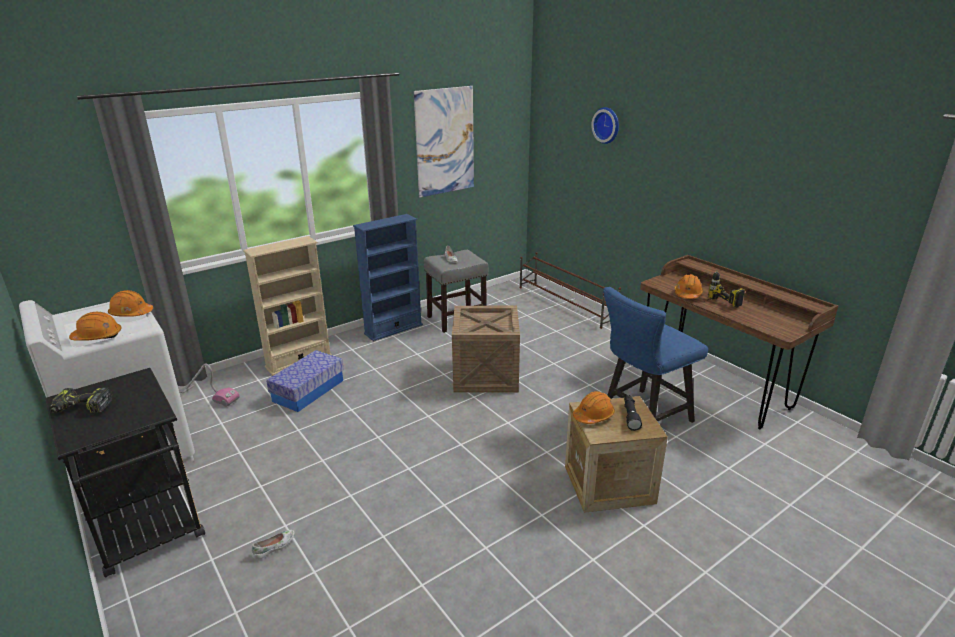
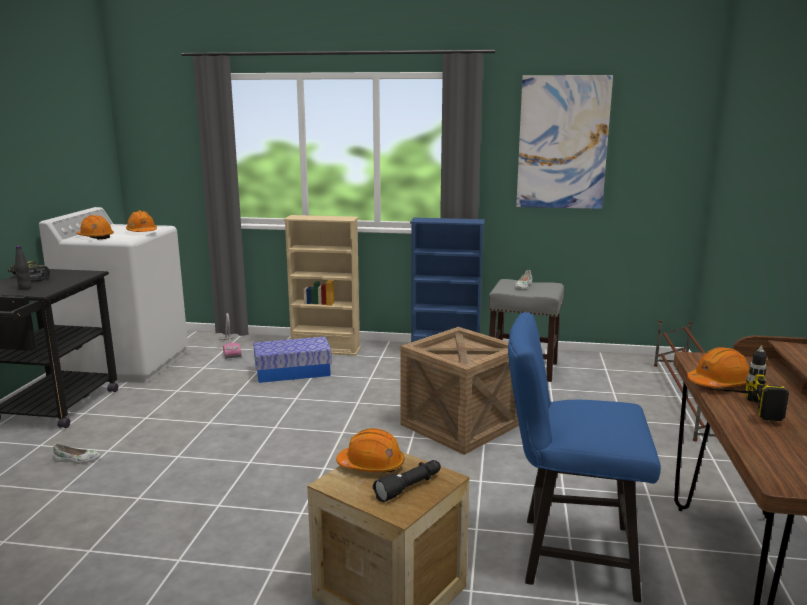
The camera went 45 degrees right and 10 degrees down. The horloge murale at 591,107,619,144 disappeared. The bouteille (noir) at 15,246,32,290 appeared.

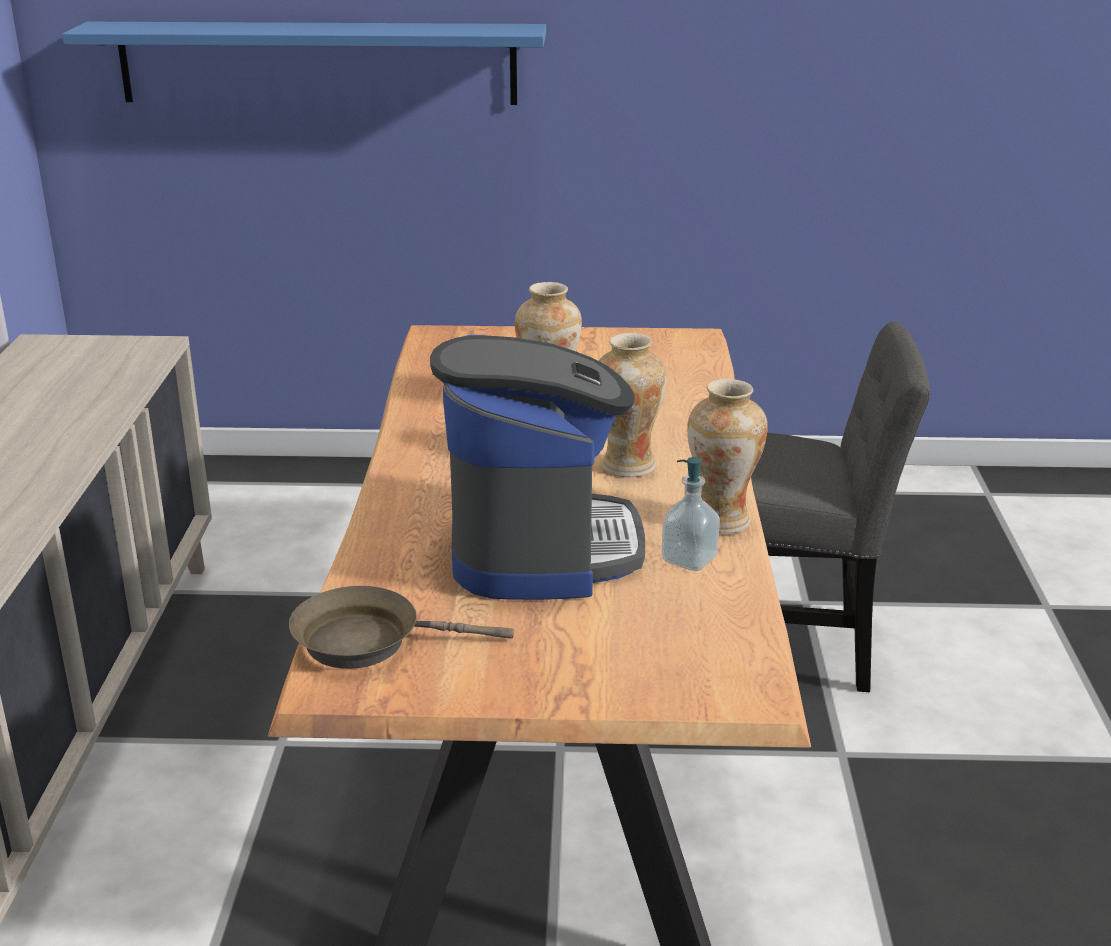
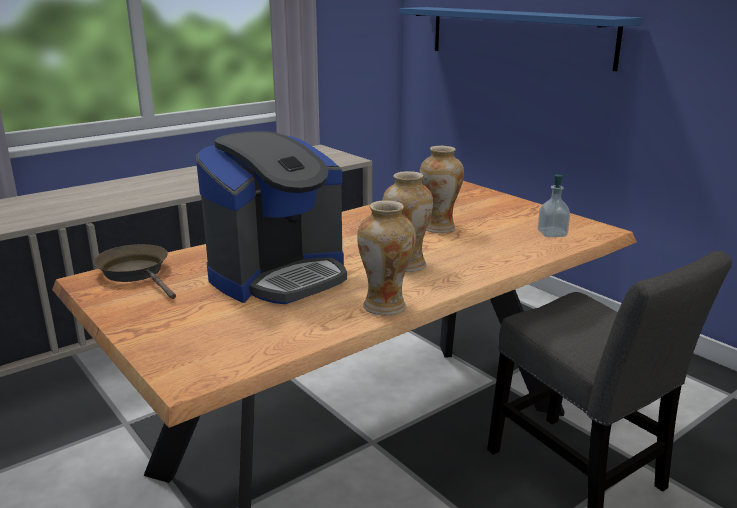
The camera went 50 degrees right and 5 degrees down. The distributeur de savon moved from 662,457,720,571 to 538,174,570,237.

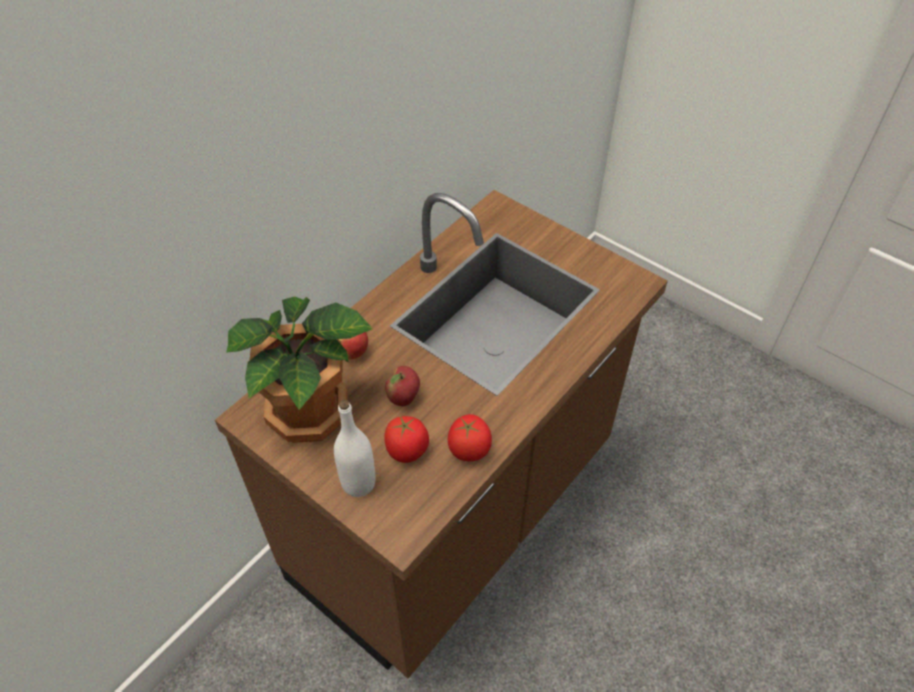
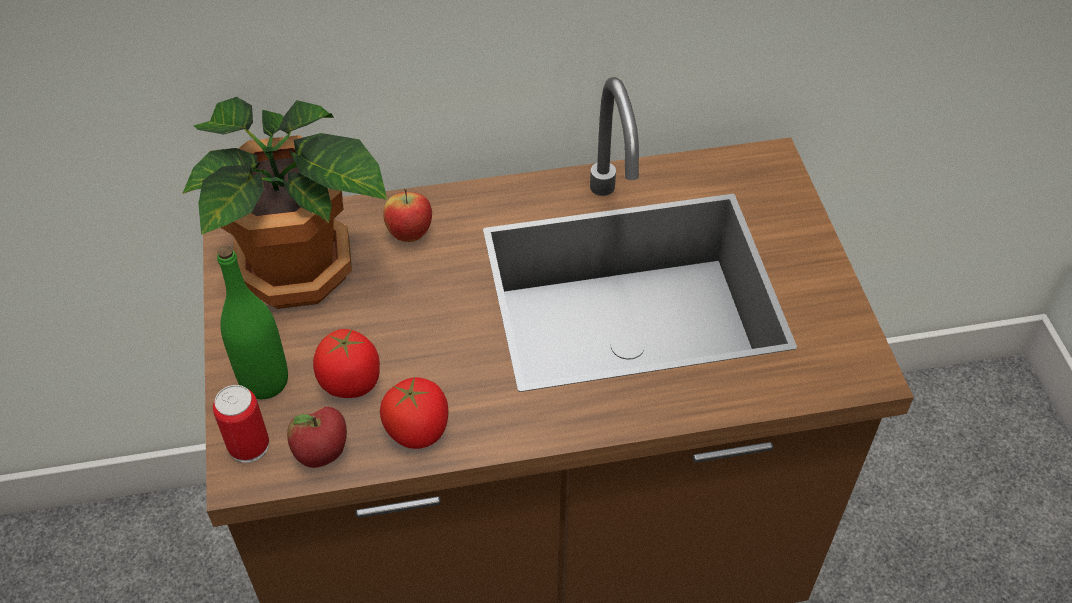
The camera went 40 degrees right and 0 degrees up. The boîte métallique at 213,385,269,463 appeared. The pomme moved from 385,366,420,406 to 287,407,347,468. The bouteille (blanc) at 334,400,376,497 became the bouteille (vert) at 217,246,288,399.

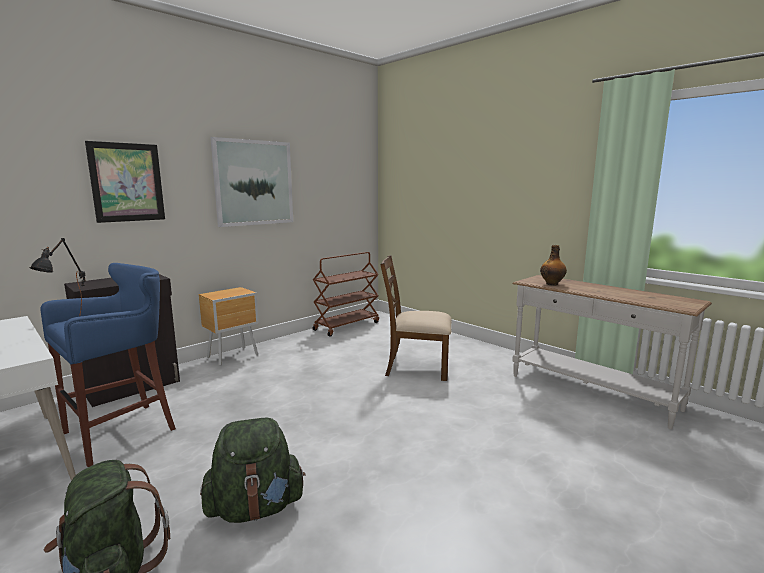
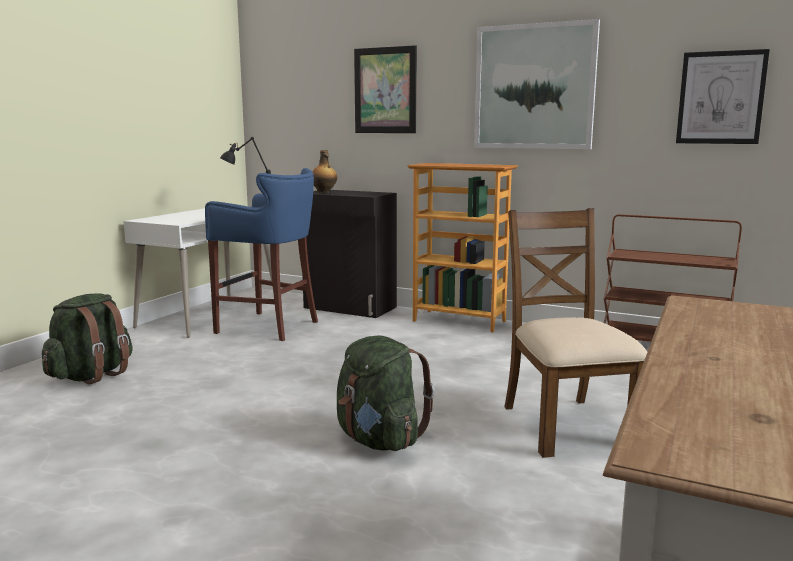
The camera went 70 degrees right and 0 degrees up. The tableau at 676,49,770,144 appeared. The sac à dos (vert) moved from 200,418,306,523 to 337,335,435,451. The bouteille moved from 540,245,567,286 to 313,150,337,193. The table de chevet (marron) at 199,287,259,366 was replaced by the bibliothèque at 407,163,518,332.

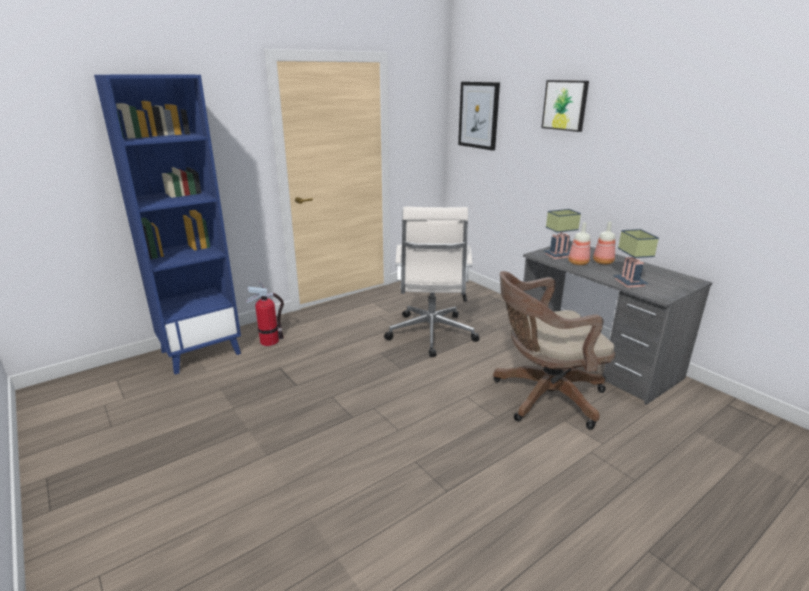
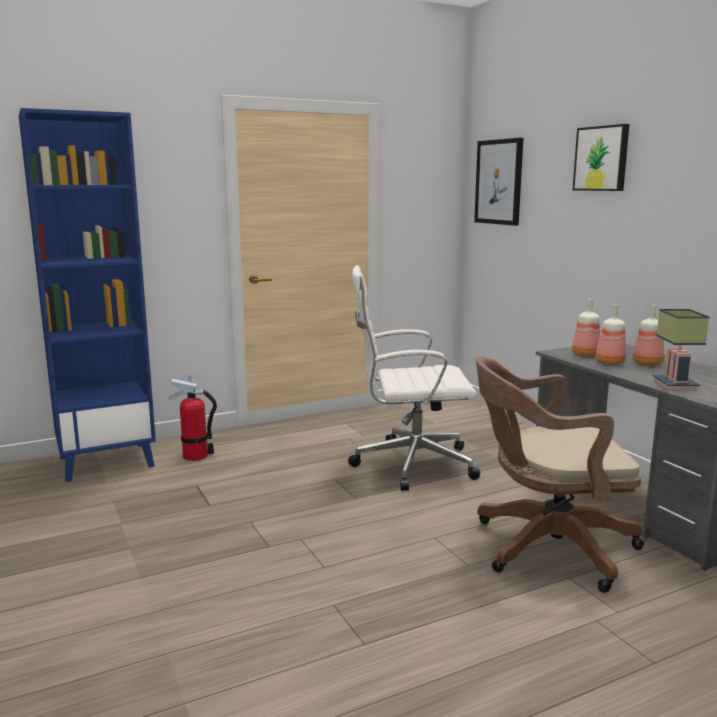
The camera went 10 degrees right and 10 degrees down. The lampe de table at 544,209,581,259 was replaced by the bouteille at 572,298,600,356. The chaise de bureau (blanc) at 384,206,479,357 turned 75 degrees clockwise.

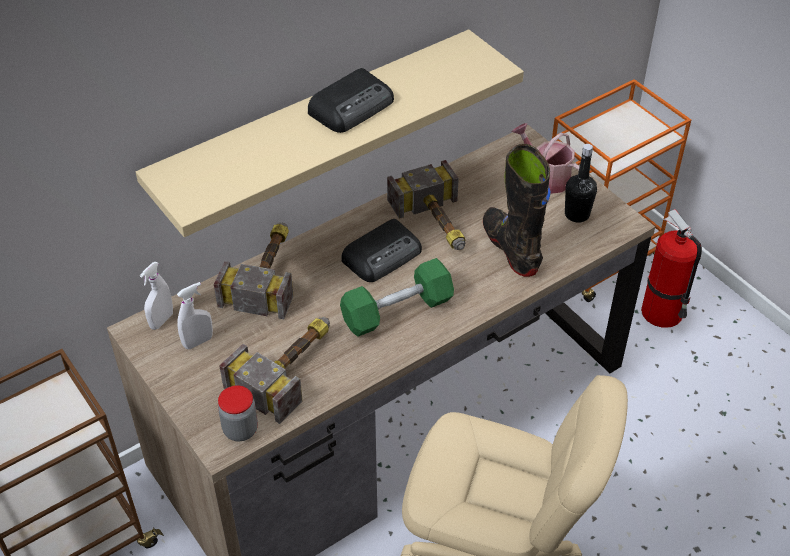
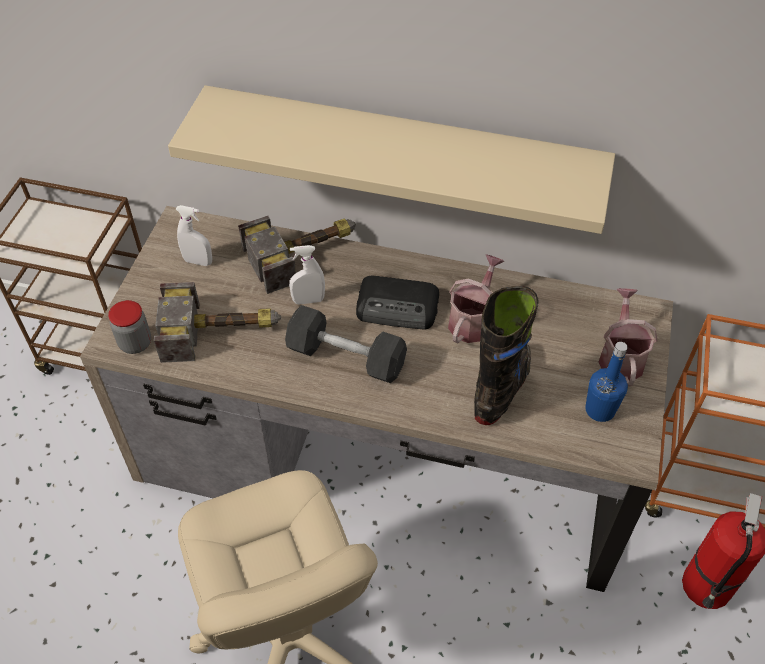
The camera went 50 degrees right and 5 degrees up. The radio at 308,68,394,133 disappeared. The vaporisateur (blanc) moved from 140,262,173,330 to 289,245,325,305. The marteau at 387,160,465,250 was replaced by the arrosoir at 448,255,505,343. The haltère (vert) at 340,258,454,337 became the haltère (gris) at 285,305,407,383. The bouteille (noir) at 565,144,597,223 became the bouteille (bleu) at 585,342,628,422.

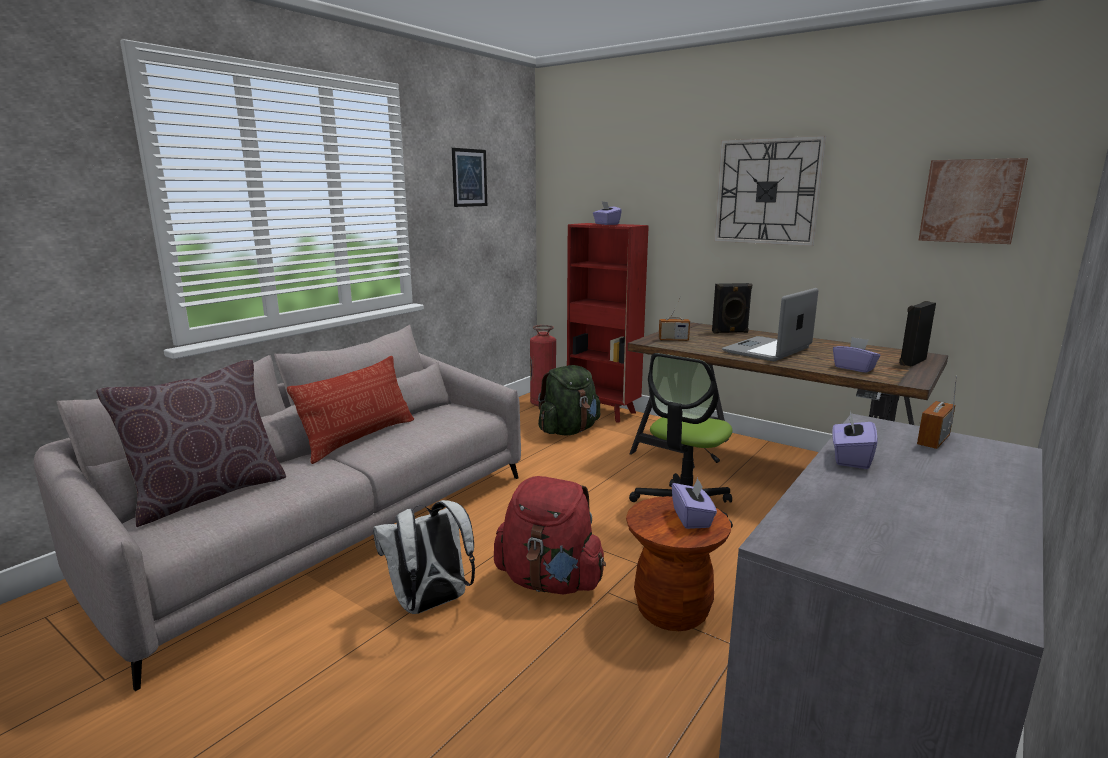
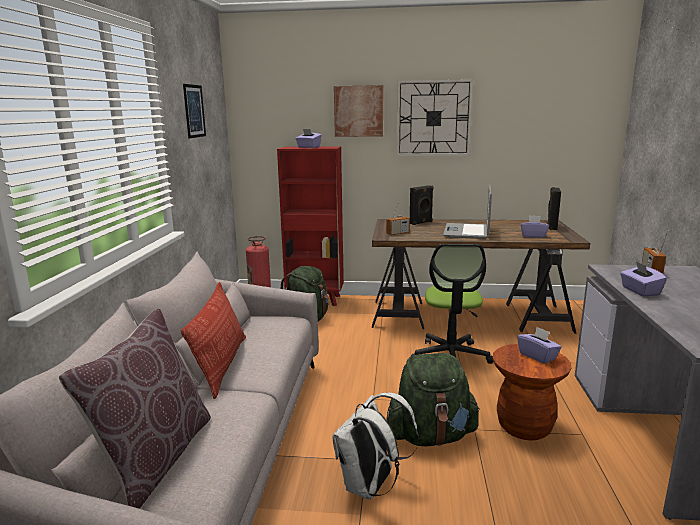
The camera went 30 degrees left and 0 degrees up. The tableau moved from 919,158,1028,244 to 334,85,383,137. The sac à dos (rouge) at 494,476,606,595 became the sac à dos (vert) at 387,353,480,446.

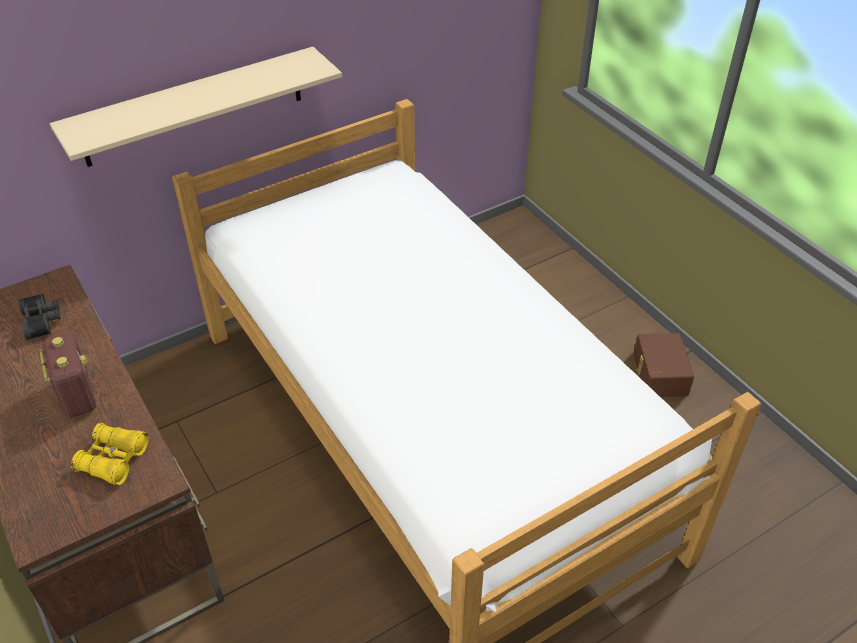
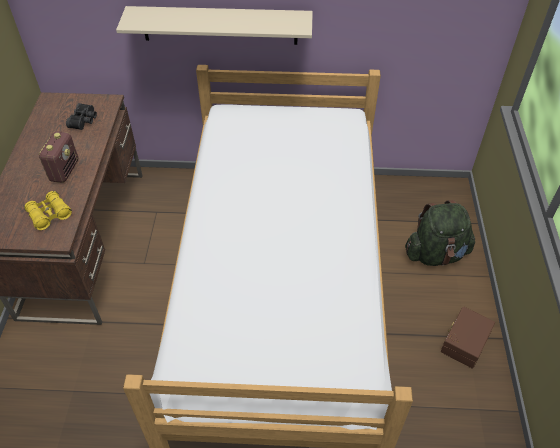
The camera went 35 degrees right and 5 degrees up. The sac à dos (vert) at 405,200,475,266 appeared.

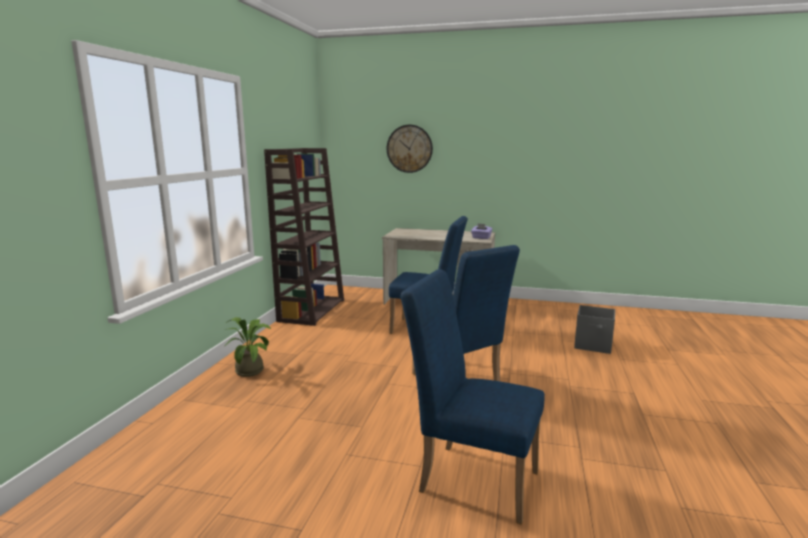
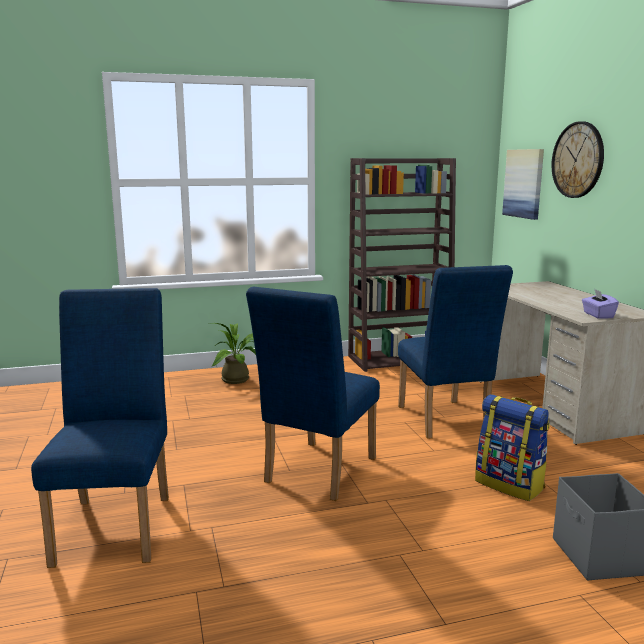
The camera went 60 degrees right and 0 degrees up. The sac à dos at 475,394,550,501 appeared. The tableau at 502,149,544,220 appeared.

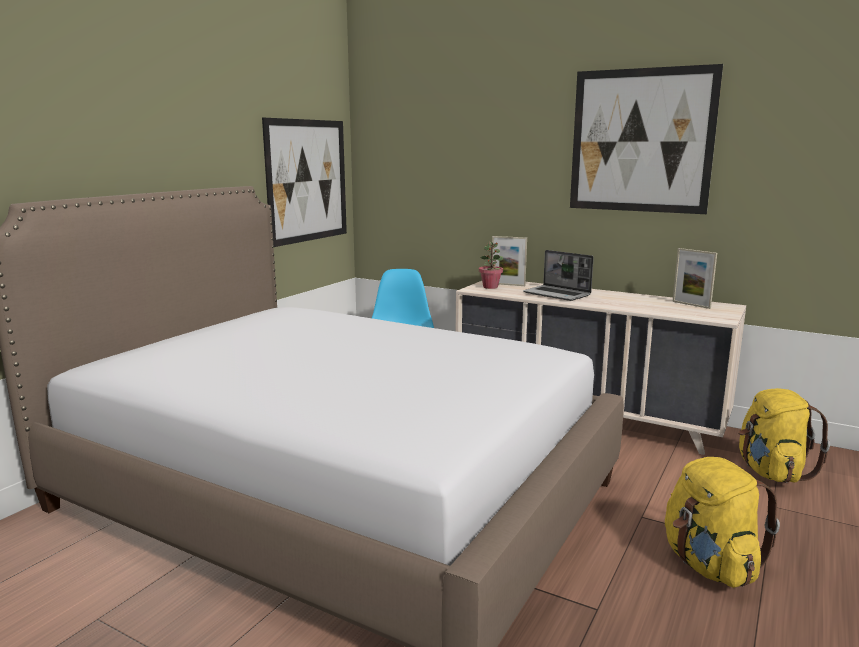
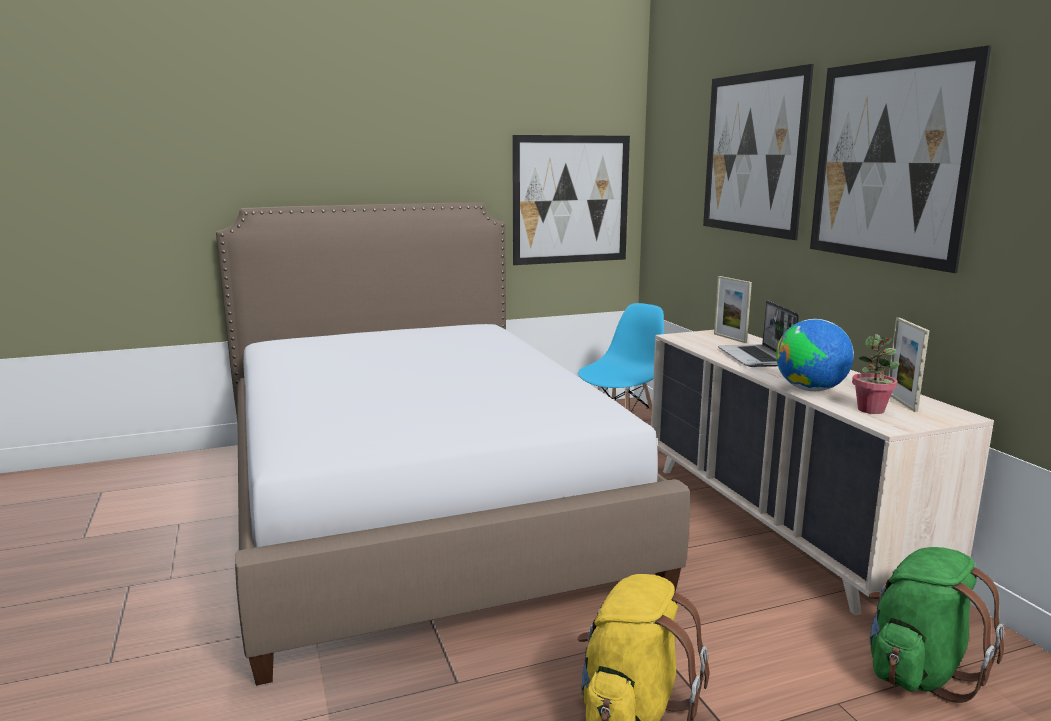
The camera went 40 degrees right and 0 degrees up. The tableau at 703,64,814,240 appeared. The globe at 776,319,854,391 appeared. The plante en pot moved from 479,242,503,289 to 852,334,900,414. The sac à dos (jaune) at 738,388,830,483 became the sac à dos (vert) at 869,547,1004,703.

